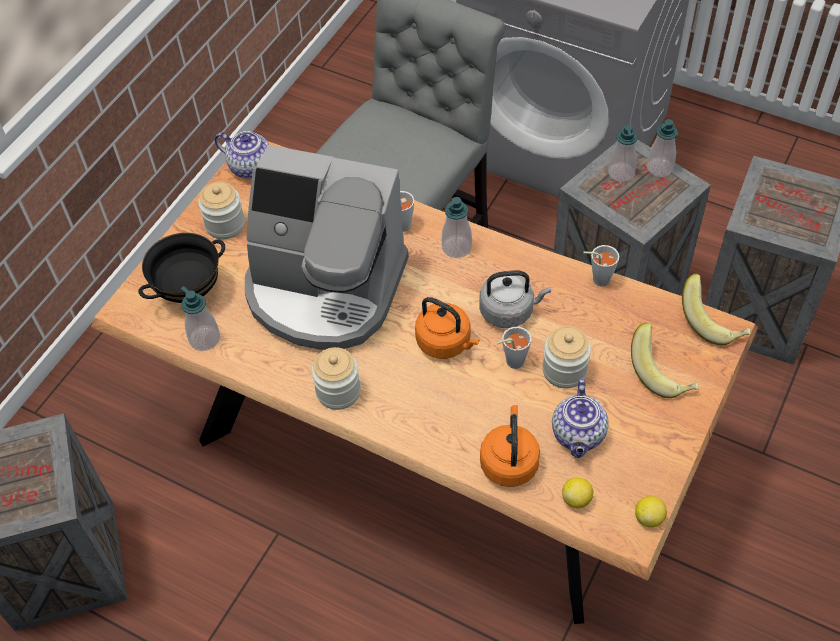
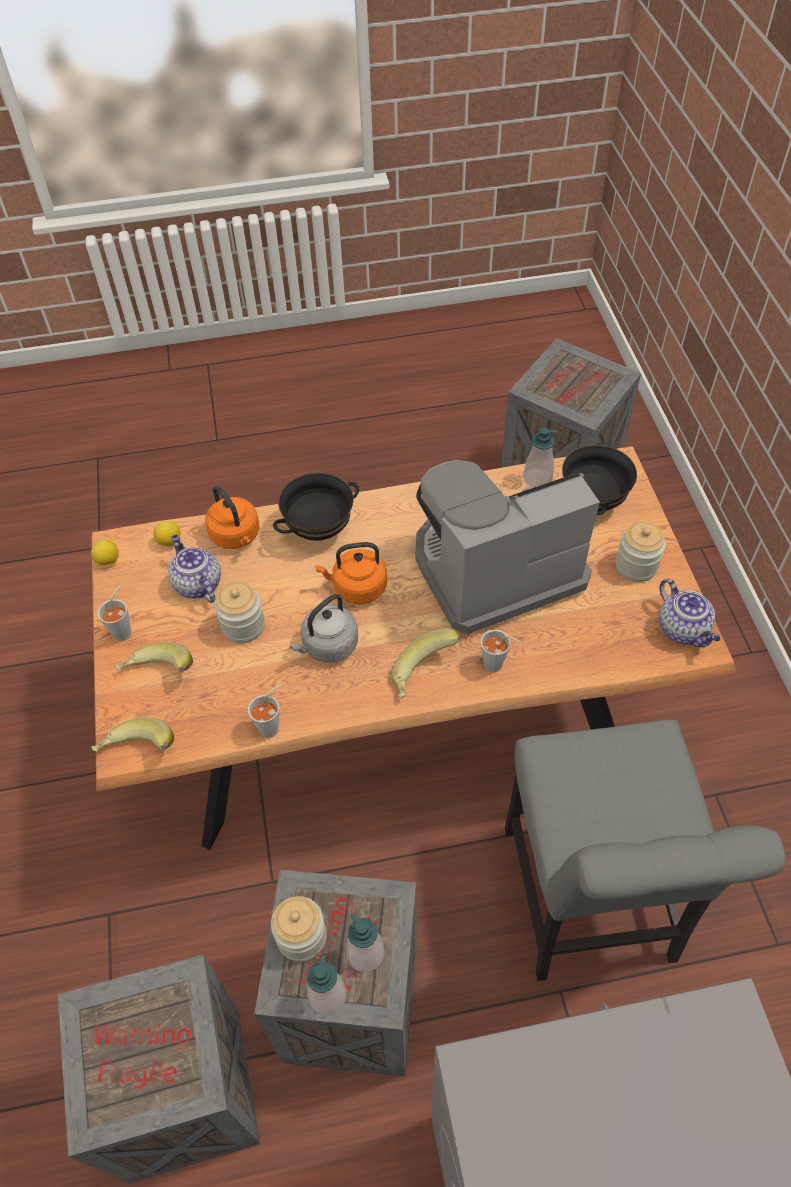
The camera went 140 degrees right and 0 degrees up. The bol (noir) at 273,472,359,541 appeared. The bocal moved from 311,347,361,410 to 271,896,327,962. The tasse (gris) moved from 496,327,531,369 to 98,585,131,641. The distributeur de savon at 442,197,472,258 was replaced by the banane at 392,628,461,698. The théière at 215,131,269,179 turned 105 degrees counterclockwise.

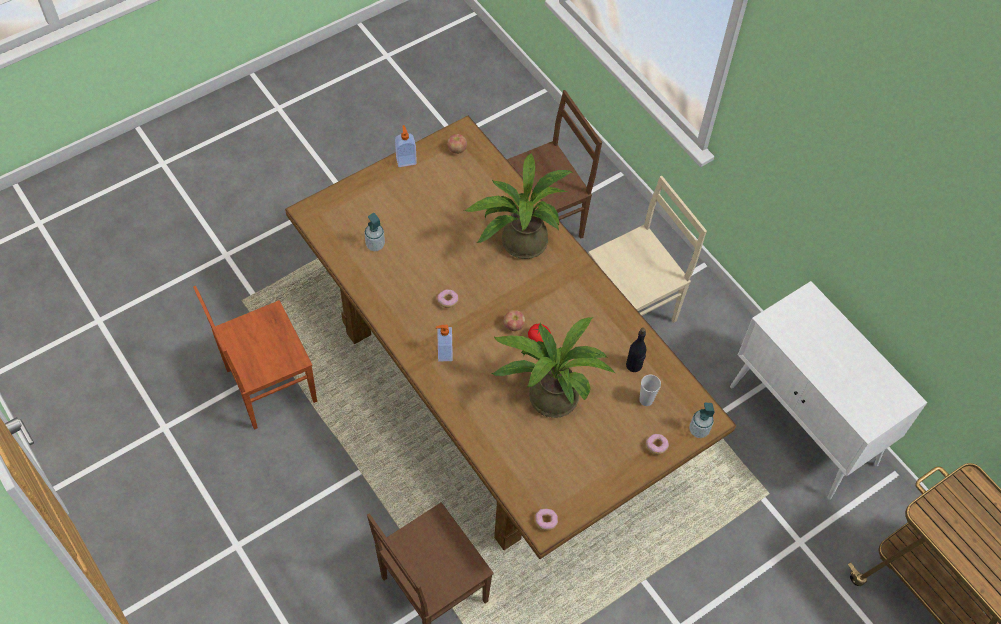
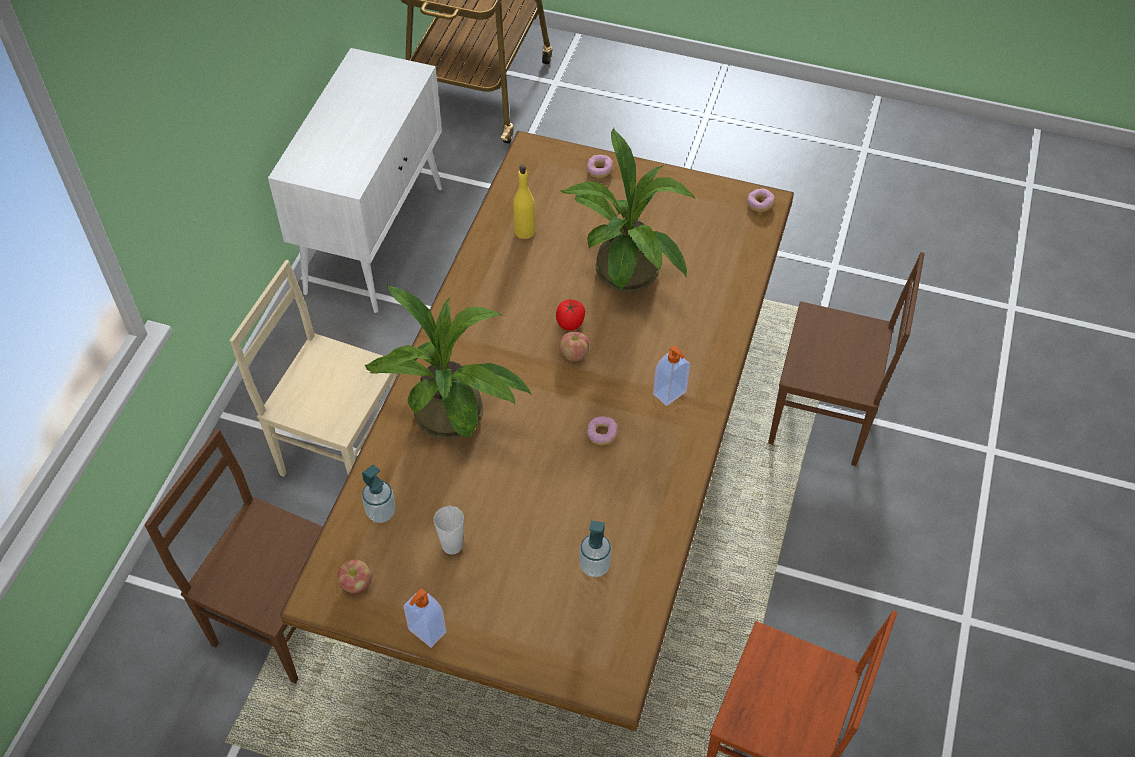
The camera went 125 degrees left and 5 degrees down. The tasse moved from 639,374,661,406 to 434,506,464,555. The distributeur de savon moved from 690,403,714,438 to 362,465,396,523. The bouteille (noir) at 626,328,646,372 became the bouteille (jaune) at 513,165,535,239.

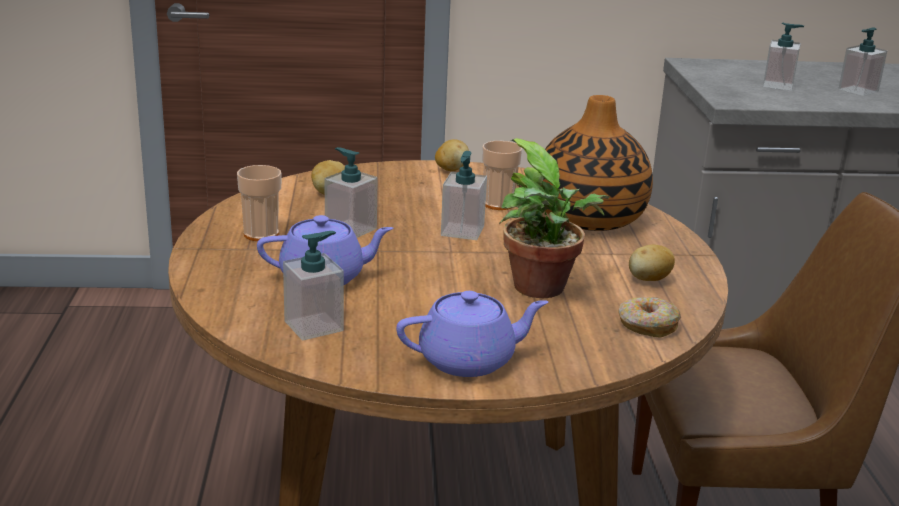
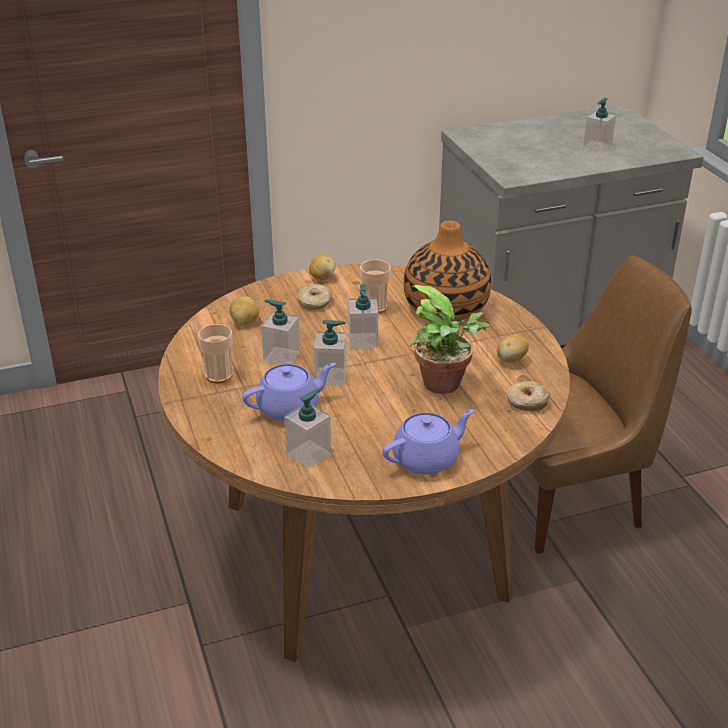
The camera went 15 degrees left and 10 degrees up. The beignet at 297,284,332,310 appeared. The distributeur de savon moved from 763,23,804,91 to 314,320,347,385.

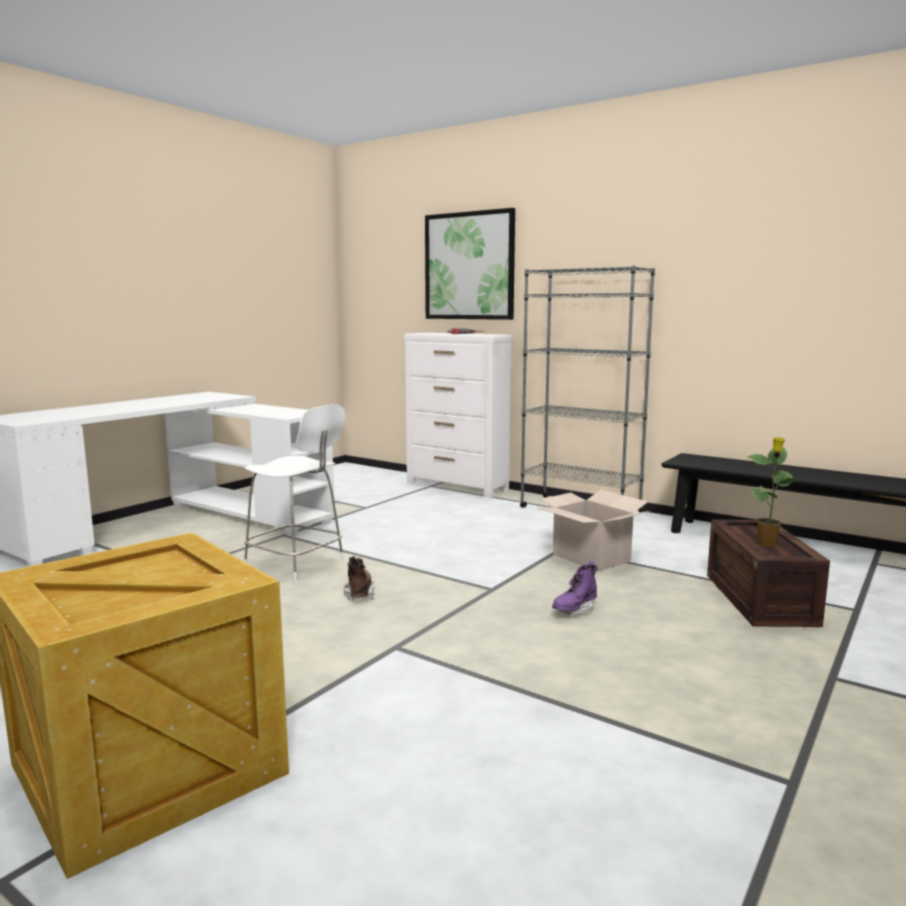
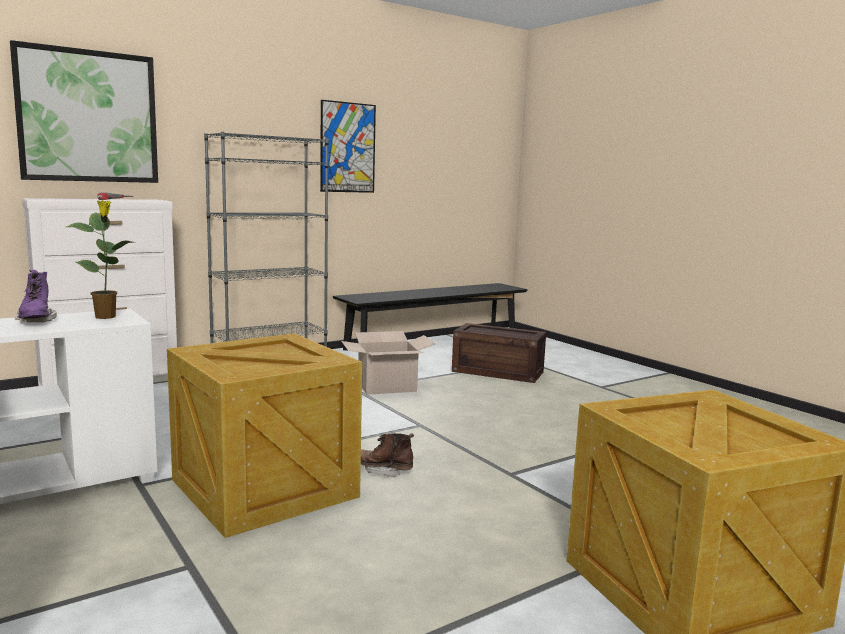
The camera went 70 degrees left and 0 degrees up. The tableau at 320,100,376,193 appeared. The botte (violet) moved from 552,561,598,615 to 15,270,57,322. The plante en pot moved from 747,437,800,547 to 66,200,133,319. The chaise (blanc) at 244,404,345,582 was replaced by the caisse at 167,333,362,538.

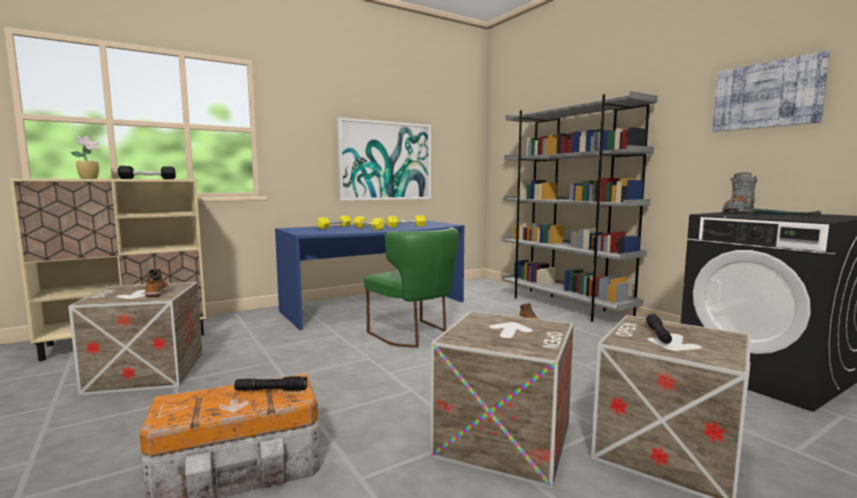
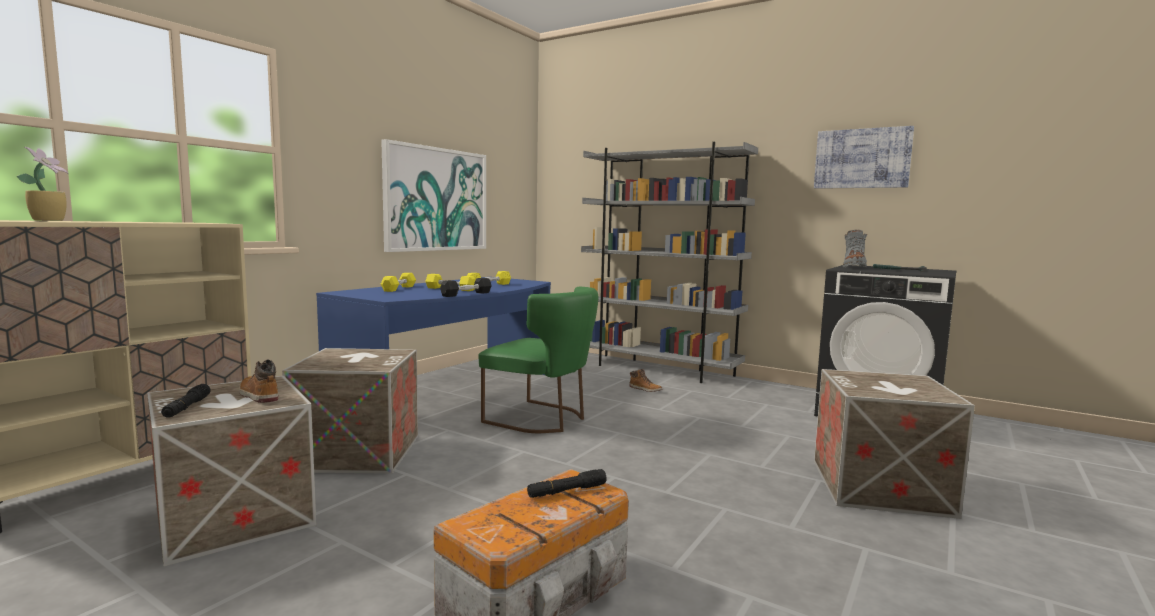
The camera went 25 degrees left and 0 degrees up. The haltère (noir) moved from 118,166,176,179 to 440,278,492,297. The caisse moved from 431,311,574,489 to 282,348,418,474. The lampe de poche (noir) moved from 646,314,672,344 to 161,384,211,418.

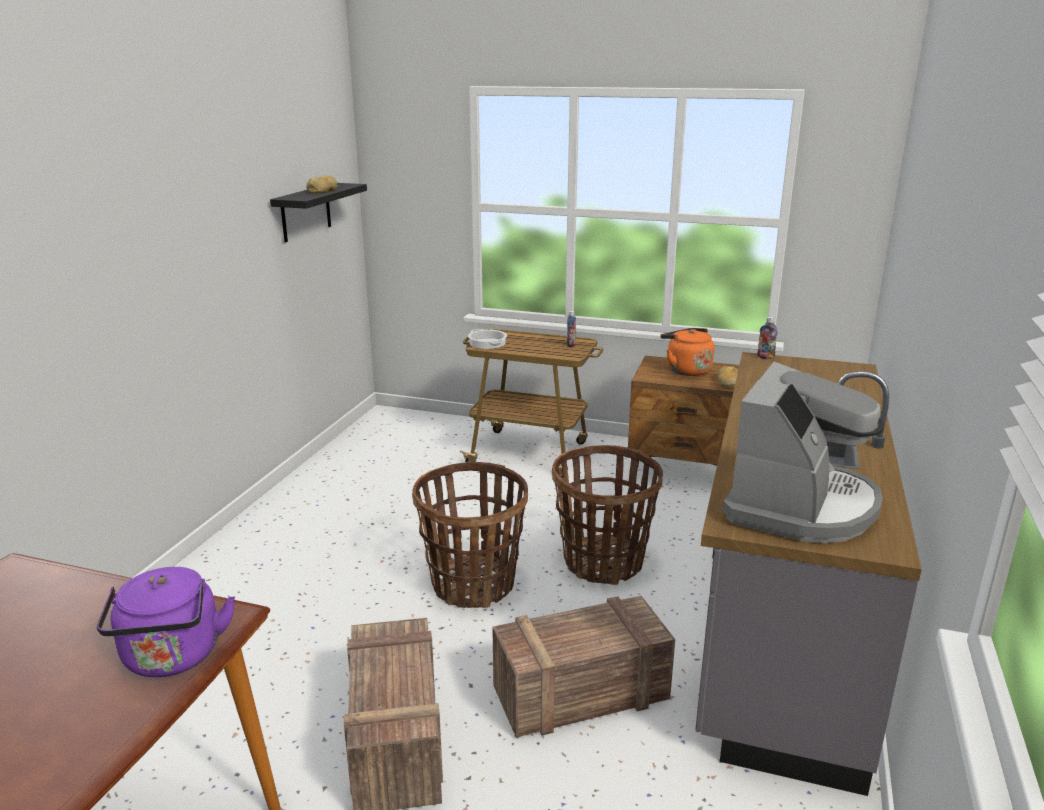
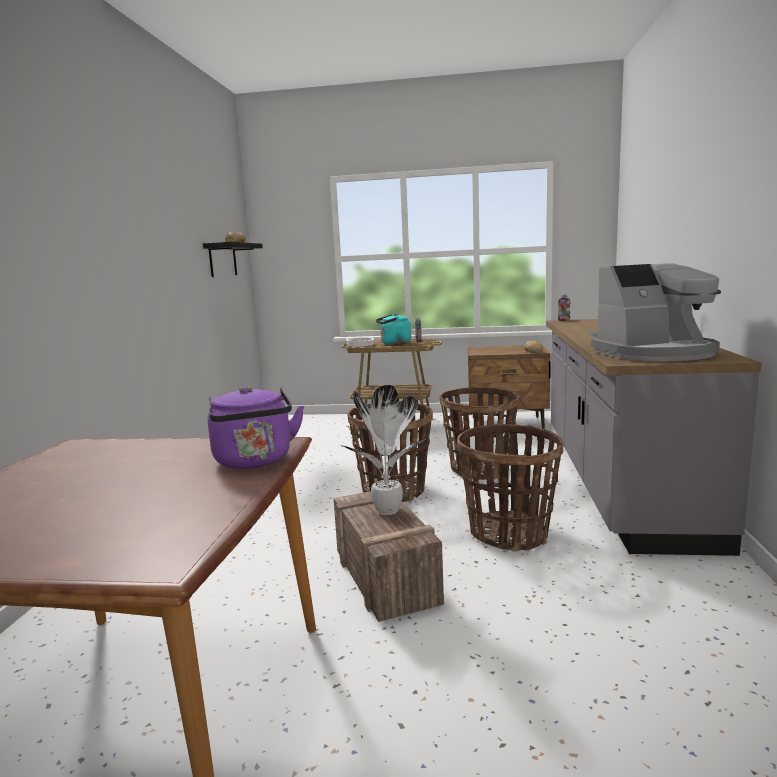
The camera went 10 degrees left and 10 degrees down. The bouilloire (orange) at 660,328,714,376 disappeared. The plante en pot at 341,385,426,515 appeared. The bouilloire (turquoise) at 376,314,411,345 appeared. The caisse at 492,596,675,738 was replaced by the panier at 457,423,564,552. The machine à café at 723,362,884,543 turned 60 degrees clockwise.

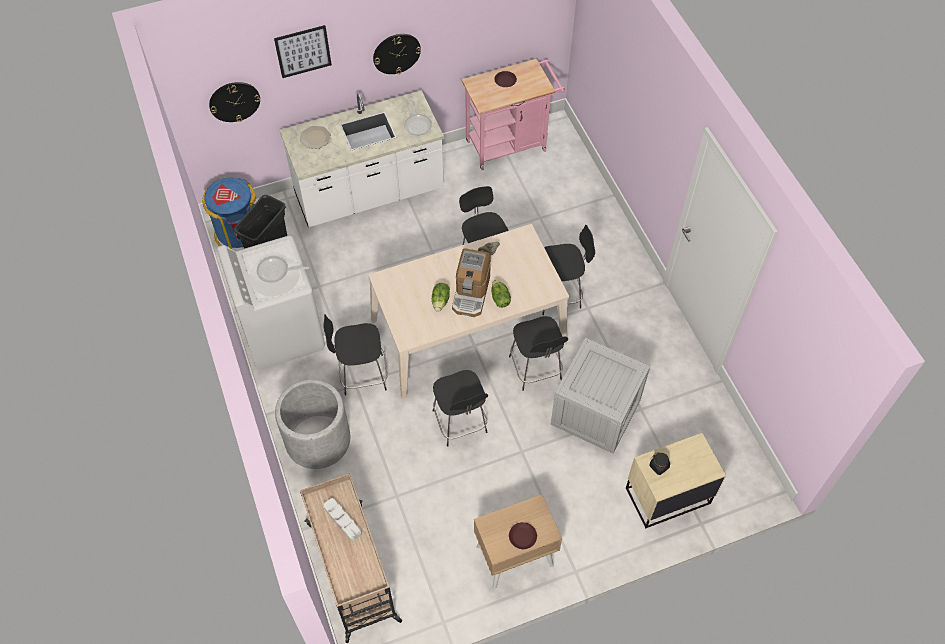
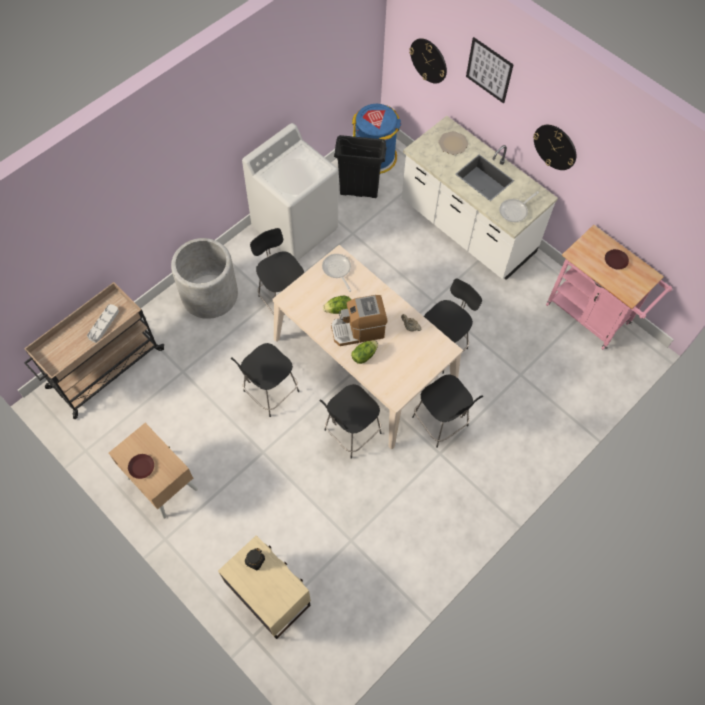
The camera went 65 degrees right and 5 degrees up. The caisse at 551,338,650,454 disappeared. The poêle moved from 257,257,309,283 to 322,254,351,292.

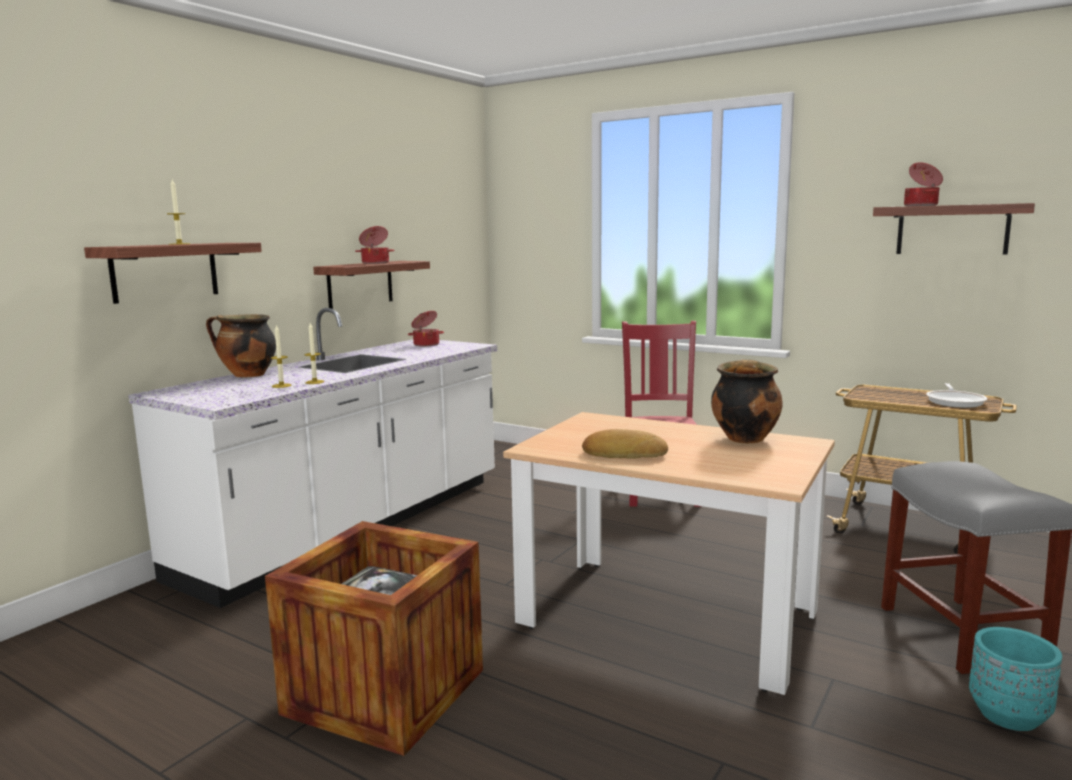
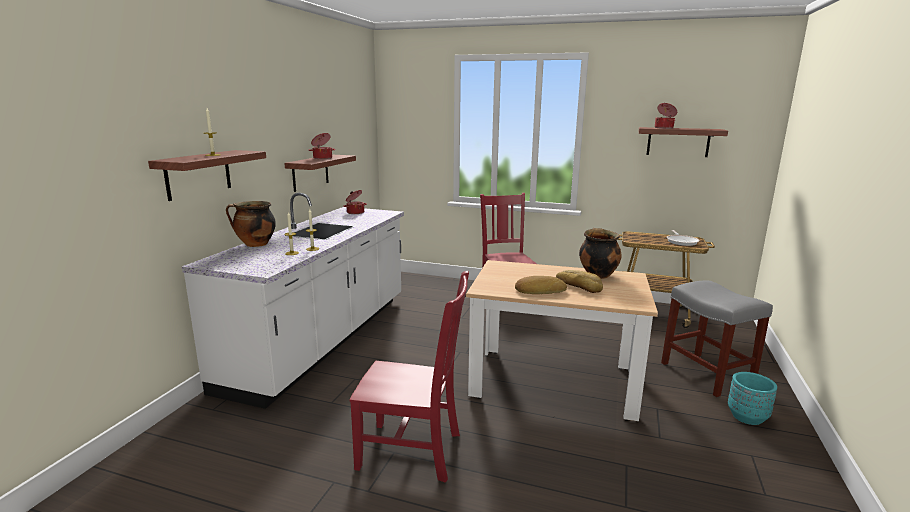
The camera went 15 degrees left and 5 degrees up. The pain at 556,270,603,293 appeared. The caisse at 265,521,483,756 was replaced by the chaise (rouge) at 350,271,469,483.

